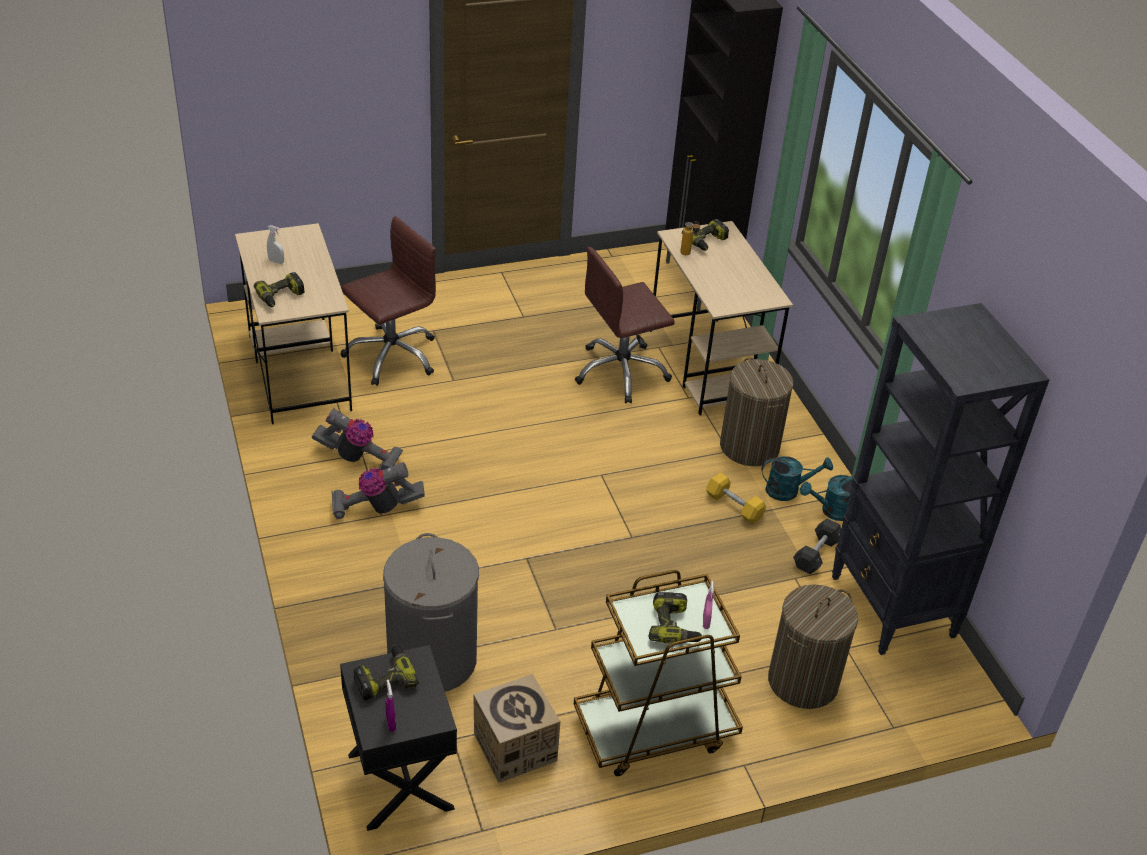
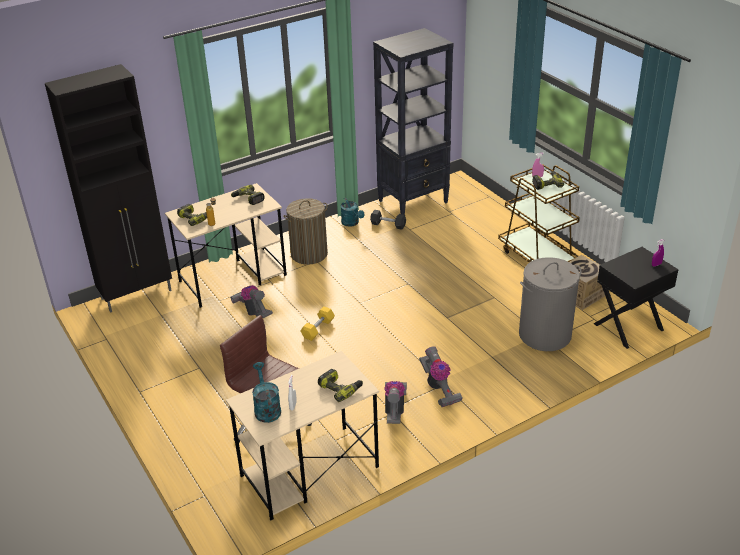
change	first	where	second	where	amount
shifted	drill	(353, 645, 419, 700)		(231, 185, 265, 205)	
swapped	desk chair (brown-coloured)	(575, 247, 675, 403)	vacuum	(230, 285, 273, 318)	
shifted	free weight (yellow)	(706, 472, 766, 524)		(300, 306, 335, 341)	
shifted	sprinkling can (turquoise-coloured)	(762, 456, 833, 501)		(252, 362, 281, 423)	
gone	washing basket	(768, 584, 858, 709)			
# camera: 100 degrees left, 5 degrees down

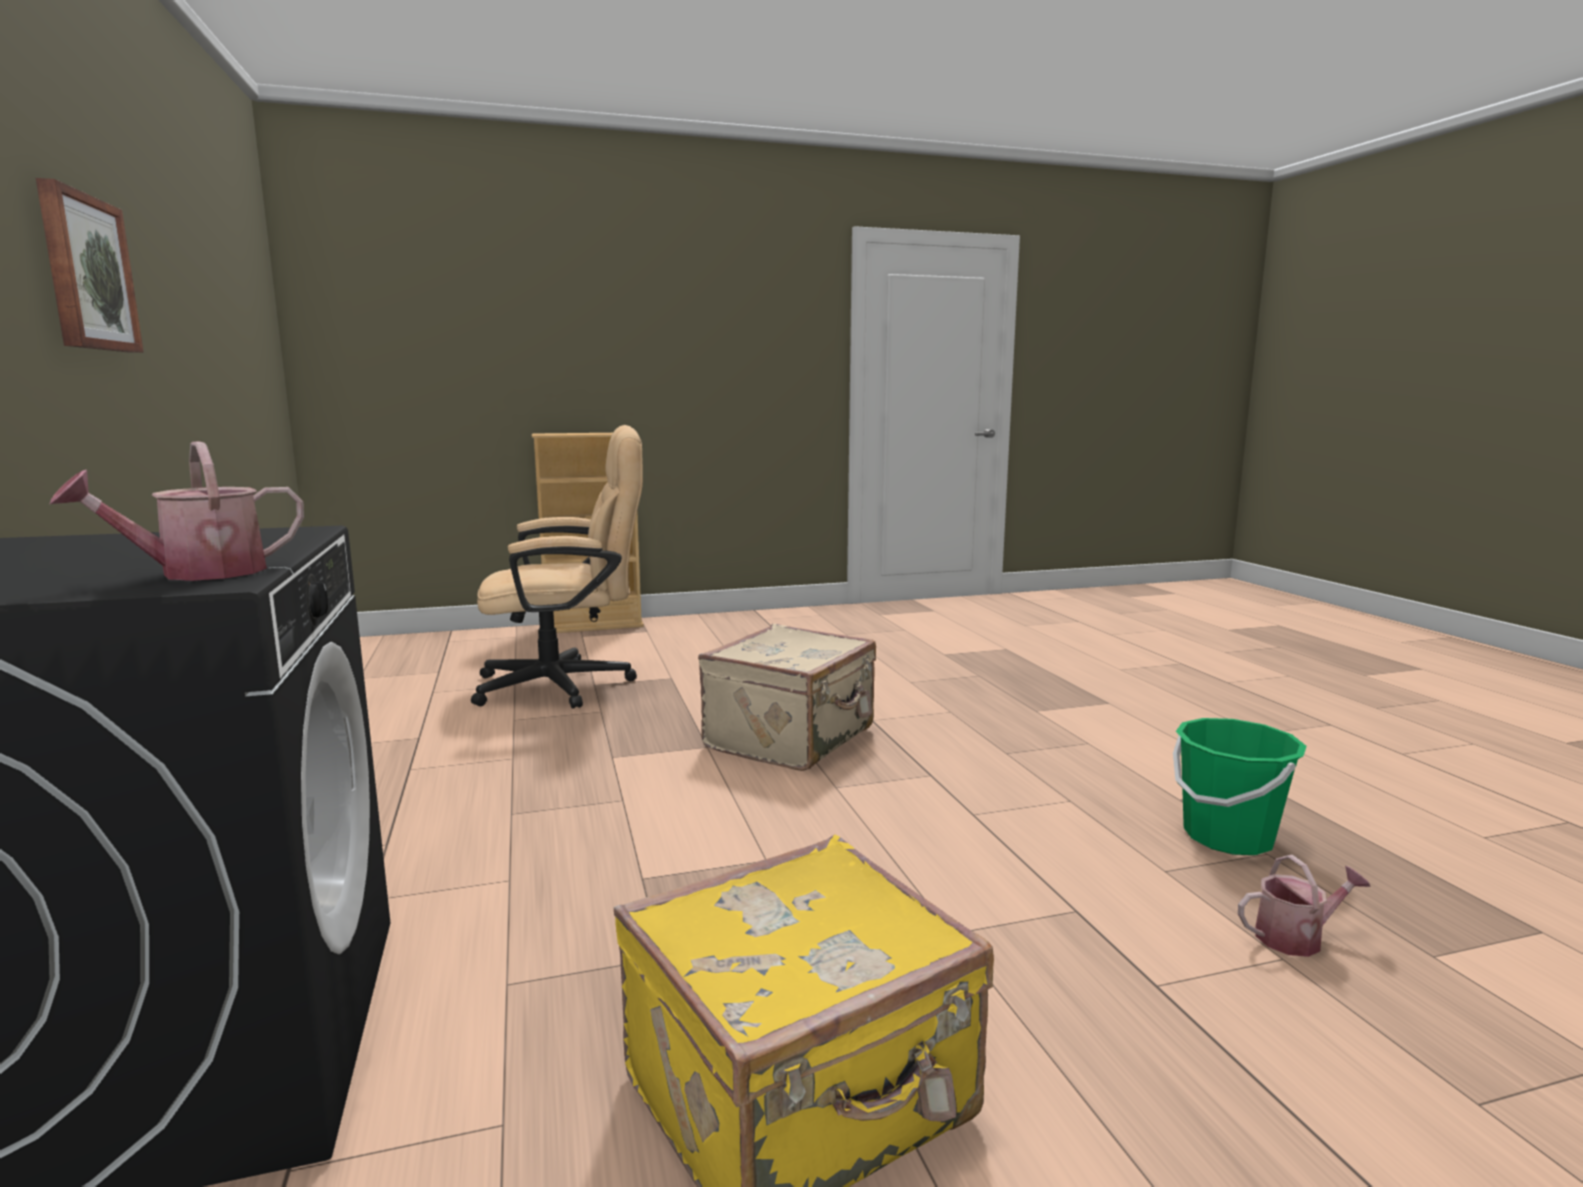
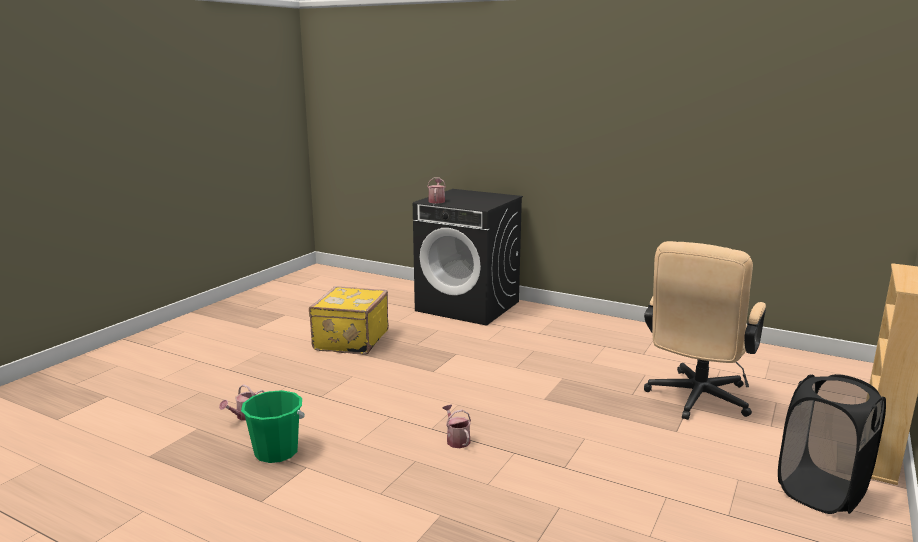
change	first	where	second	where	amount
gone	picture	(36, 178, 144, 353)			
gone	piece of luggage (beige)	(698, 624, 876, 771)			
new			sprinkling can	(442, 405, 471, 448)	
new			washing basket (black-coloured)	(778, 374, 886, 514)	
# camera: 135 degrees right, 5 degrees up

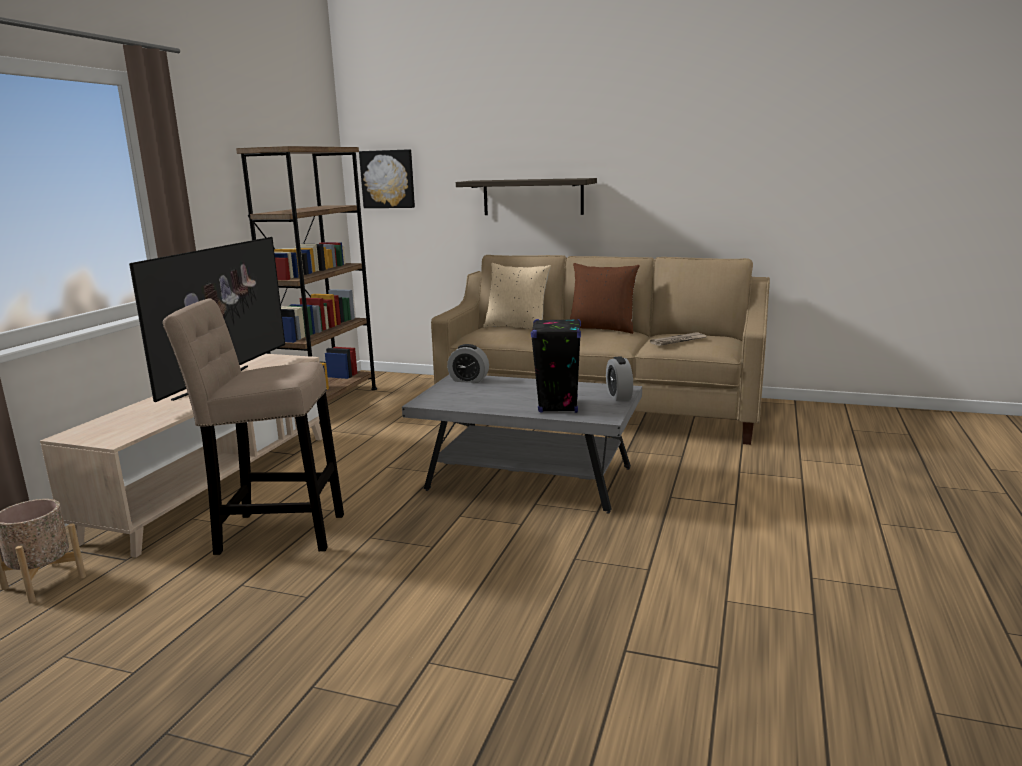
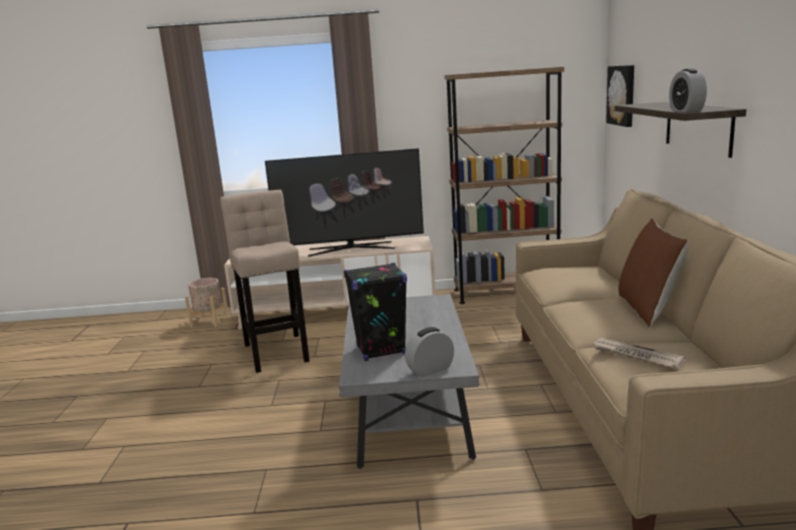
change	first	where	second	where	amount
shifted	bedside clock	(447, 344, 489, 383)		(669, 68, 707, 112)	
gone	cushion (beige)	(483, 263, 551, 329)			
# camera: 70 degrees right, 0 degrees up

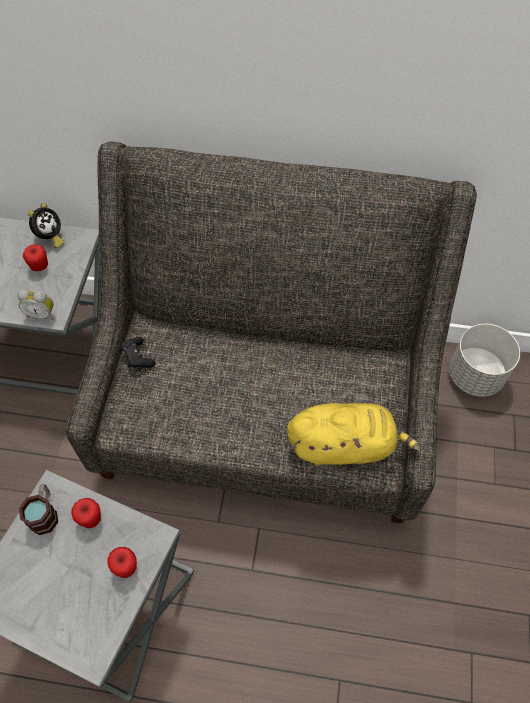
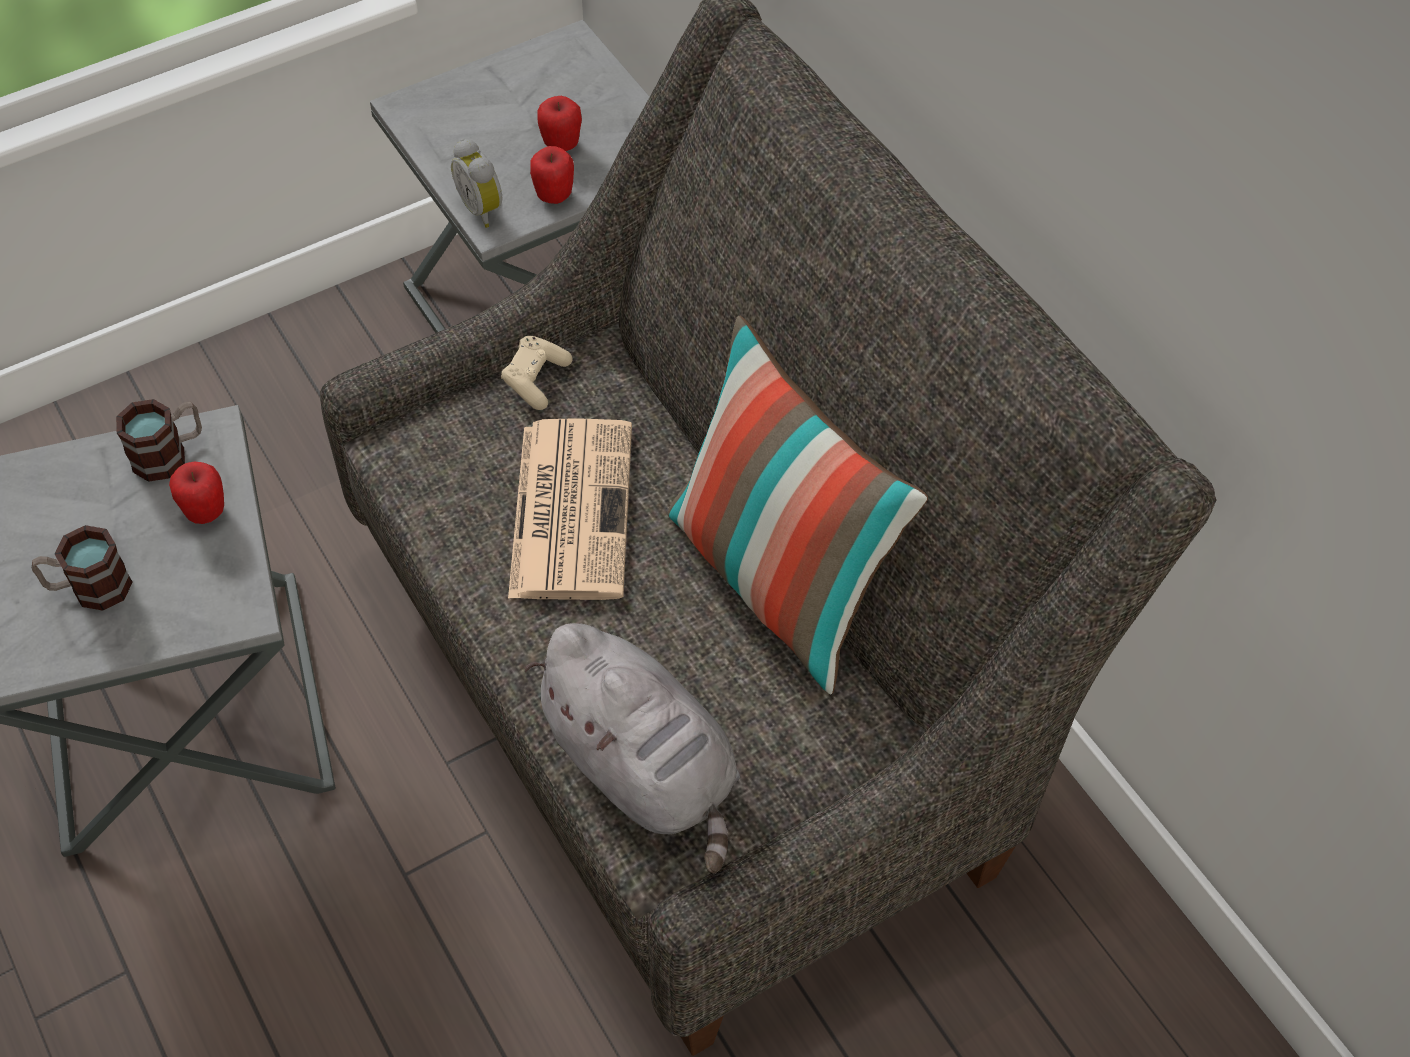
change	first	where	second	where	amount
gone	bedside clock	(28, 203, 65, 248)			
shifted	whole apple	(107, 547, 137, 578)		(530, 146, 574, 204)	
repainted	game controller (black-coloured)	(120, 337, 156, 368)	game controller (beige)	(501, 336, 572, 410)	
repainted	soft toy (yellow)	(287, 403, 421, 466)	soft toy (grey)	(524, 623, 740, 873)	
gone	planter (grey)	(449, 324, 520, 397)			
new			mug	(32, 525, 133, 611)	
new			newspaper	(508, 418, 632, 600)	
new			cushion	(667, 316, 928, 695)	
# camera: 50 degrees right, 5 degrees down

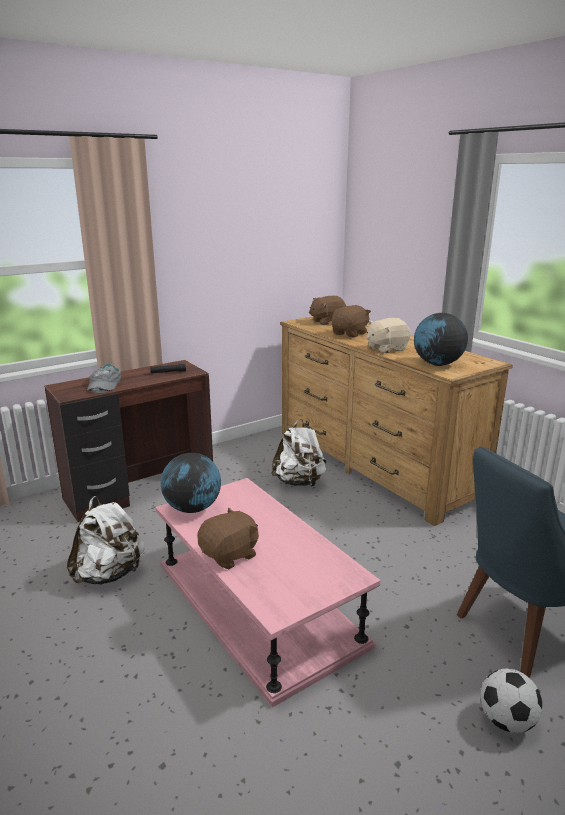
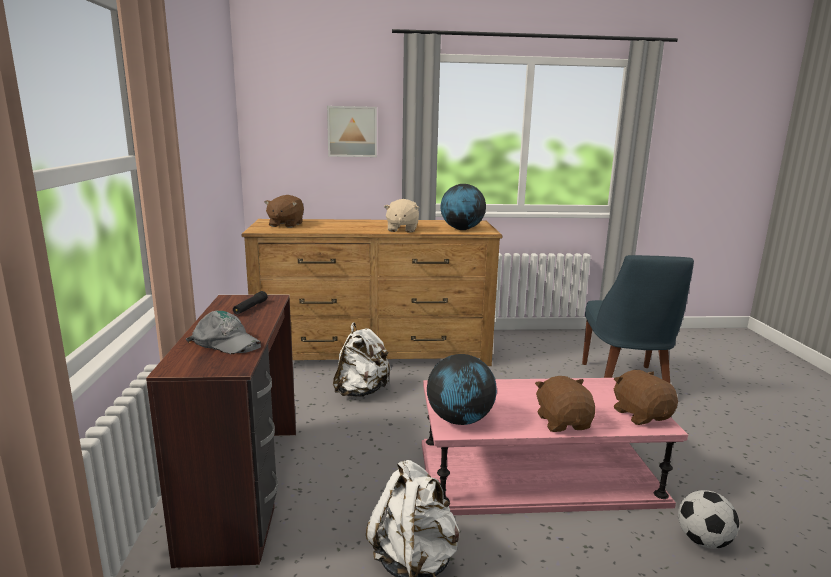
change	first	where	second	where	amount
shifted	soft toy (brown-coloured)	(331, 305, 371, 337)		(614, 370, 678, 425)	
shifted	football	(480, 669, 543, 733)		(678, 490, 739, 549)	
new			picture	(327, 106, 377, 157)	
# camera: 60 degrees left, 5 degrees down

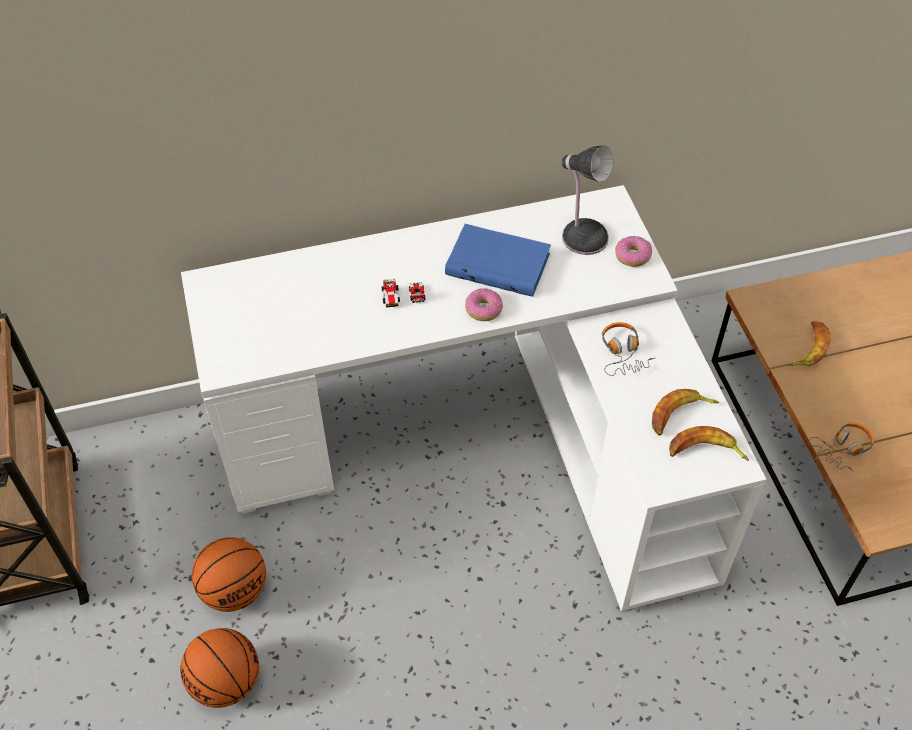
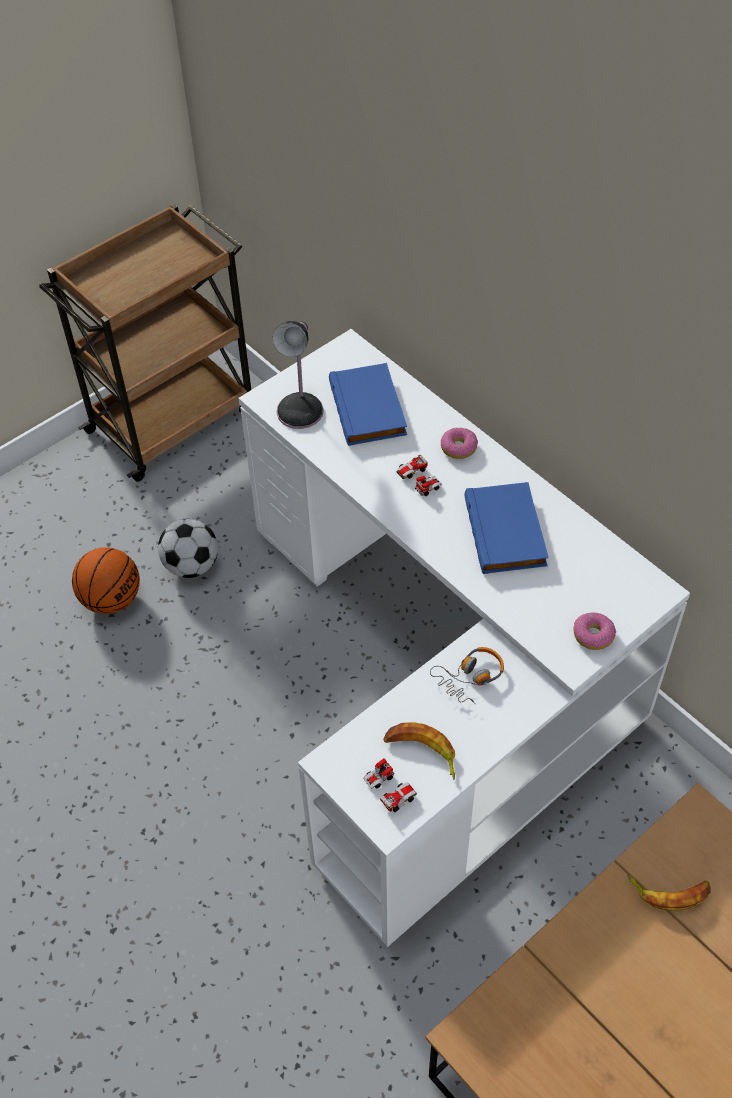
change	first	where	second	where	amount
swapped	basketball	(192, 537, 266, 612)	football	(158, 518, 218, 578)	
shifted	doughnut	(465, 288, 503, 321)		(441, 428, 478, 459)	
shifted	lamp for a table	(561, 146, 613, 255)		(272, 321, 324, 429)	
swapped	banana fruit	(669, 426, 749, 461)	model car	(363, 758, 417, 812)	
gone	headphones	(809, 422, 874, 471)			
new			book (blue)	(329, 363, 407, 446)	
# camera: 65 degrees right, 0 degrees up

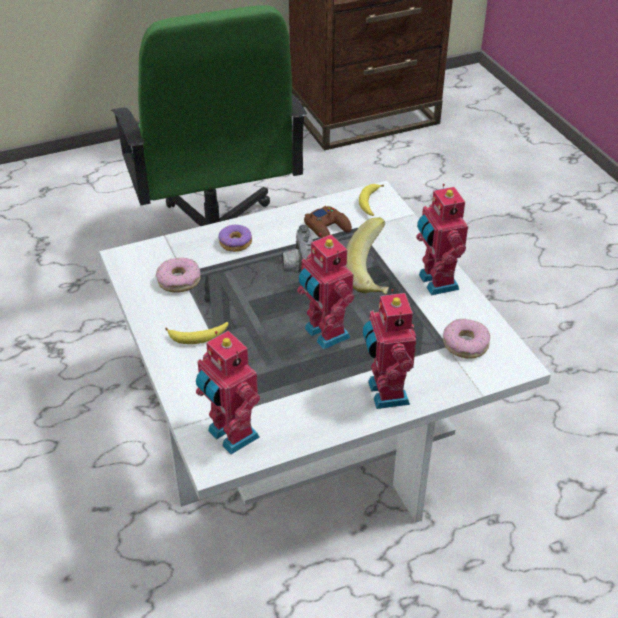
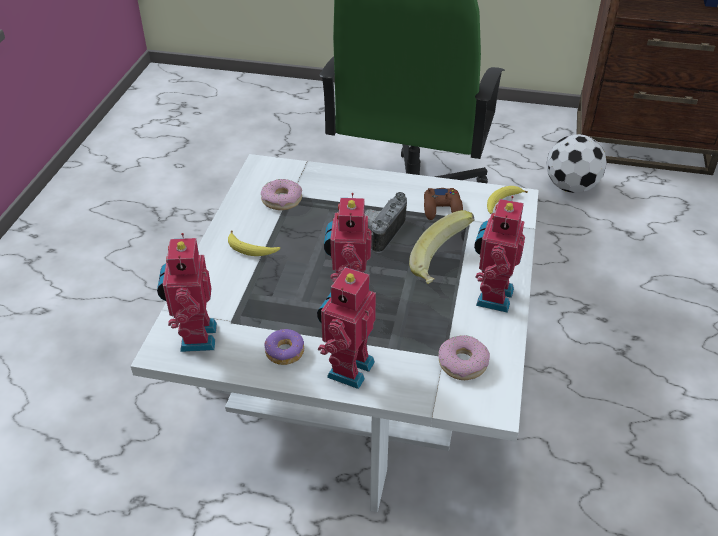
change	first	where	second	where	amount
shifted	doughnut	(218, 225, 252, 252)		(264, 329, 304, 365)	
new			football	(546, 134, 607, 193)	
# camera: 35 degrees right, 0 degrees up

